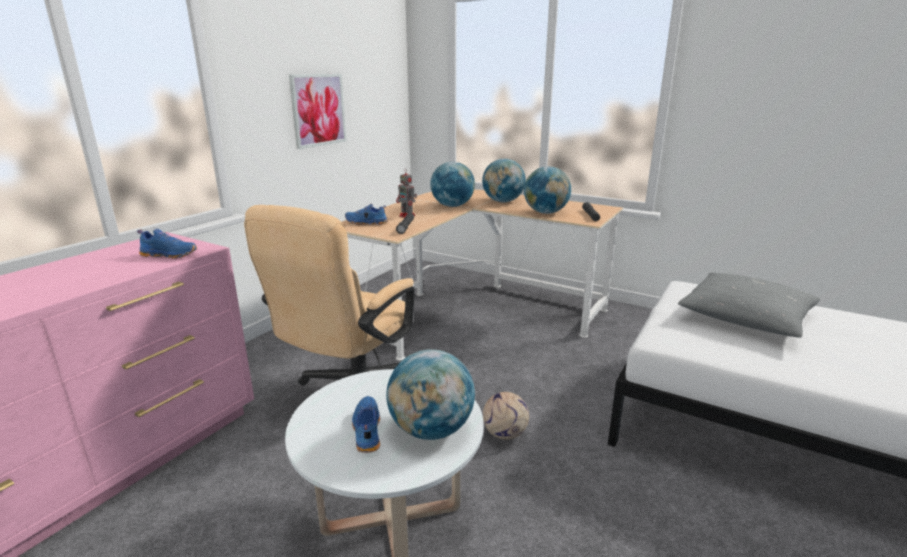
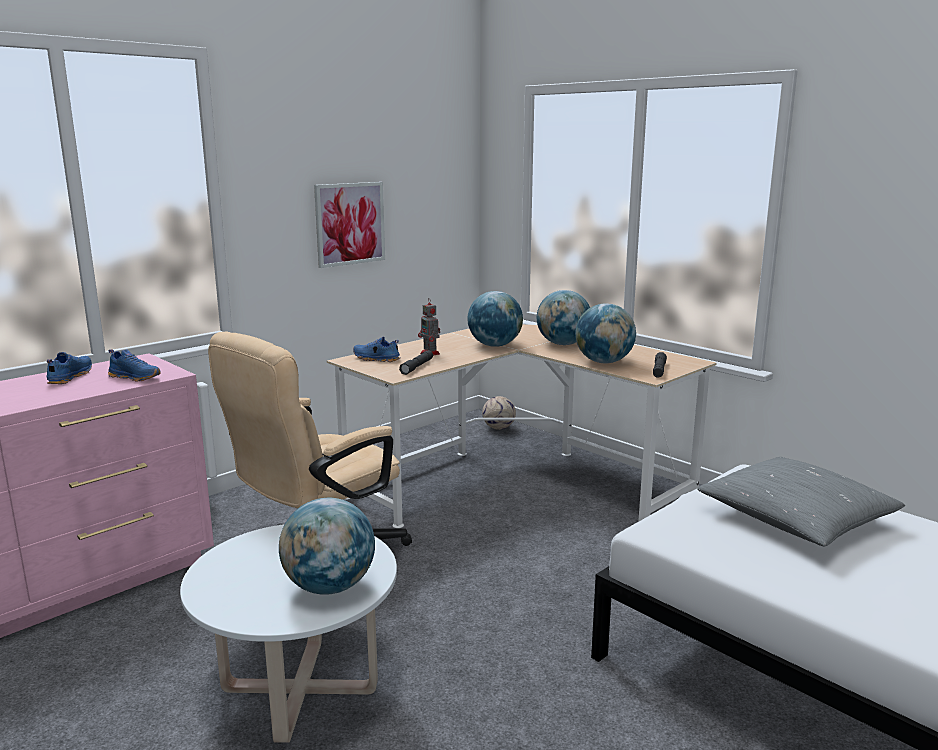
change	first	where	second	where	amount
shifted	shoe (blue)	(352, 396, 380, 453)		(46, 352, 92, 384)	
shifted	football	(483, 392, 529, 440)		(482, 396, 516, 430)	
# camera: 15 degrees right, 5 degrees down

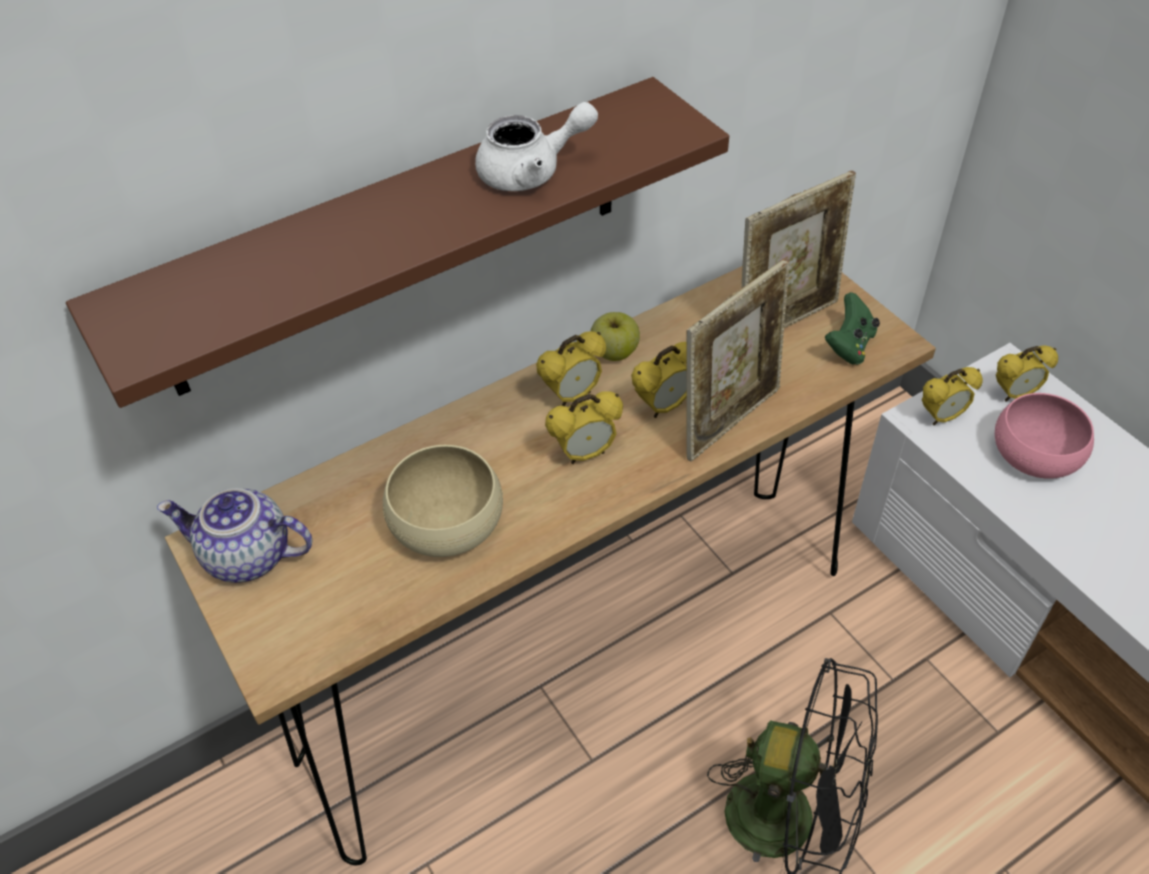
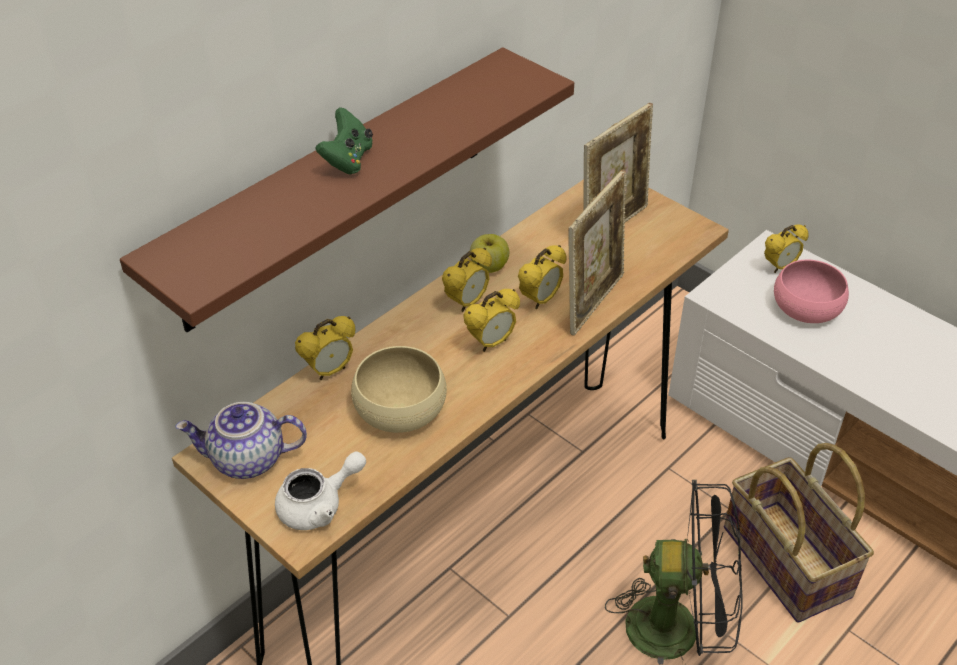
change	first	where	second	where	amount
shifted	teapot (white)	(475, 102, 598, 191)		(275, 452, 366, 530)	
shifted	game controller (green)	(825, 292, 880, 365)		(315, 107, 373, 175)	
shifted	bedside clock	(922, 367, 983, 425)		(295, 316, 355, 380)	
new			household basket	(724, 443, 874, 623)	
# camera: 15 degrees left, 5 degrees down

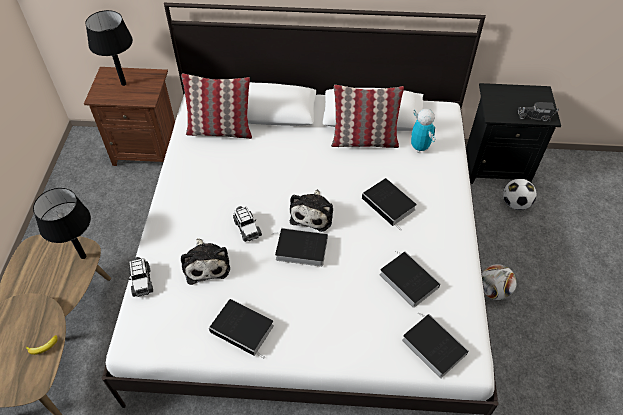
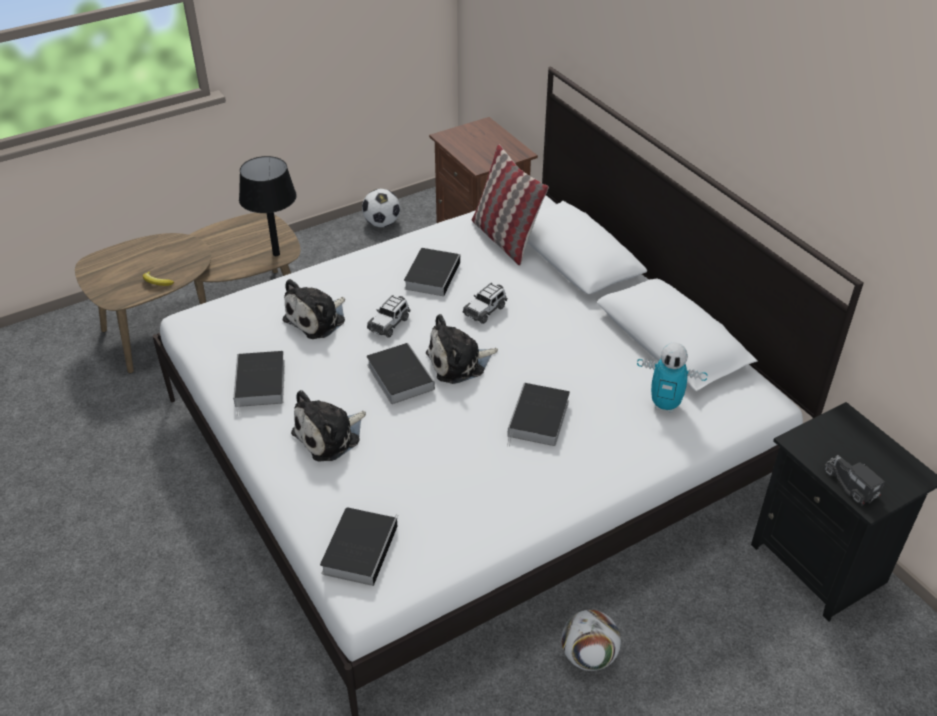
change	first	where	second	where	amount
gone	lamp for a table (black-coloured)	(85, 10, 133, 86)			
shifted	model car	(129, 257, 153, 297)		(463, 283, 507, 324)	
gone	cushion	(331, 85, 404, 148)			
shifted	book	(380, 251, 441, 308)		(404, 248, 461, 296)	
rotated	toy robot	(411, 109, 435, 153)		(637, 342, 708, 413)	75 degrees clockwise
shifted	football	(503, 178, 537, 210)		(362, 189, 400, 227)	
new			soft toy	(291, 390, 366, 461)	
# camera: 55 degrees right, 10 degrees down

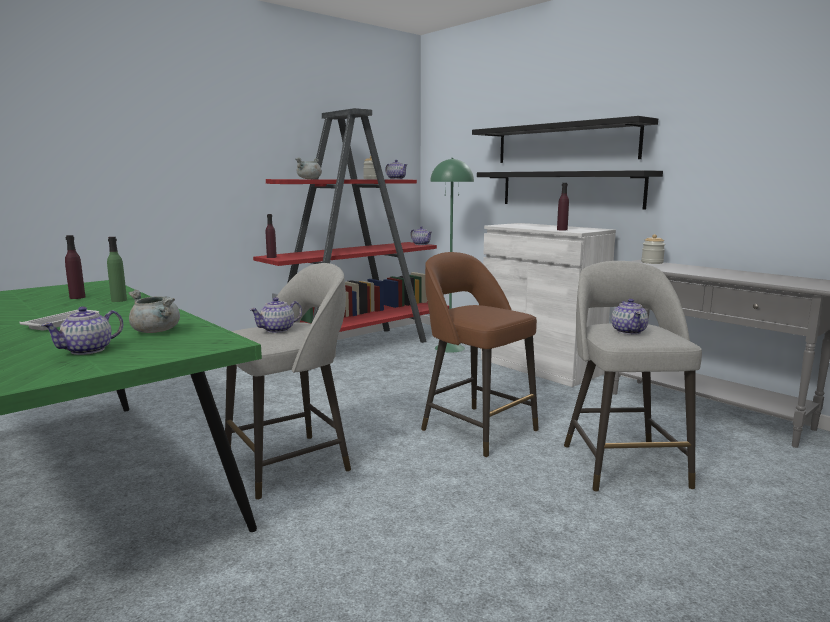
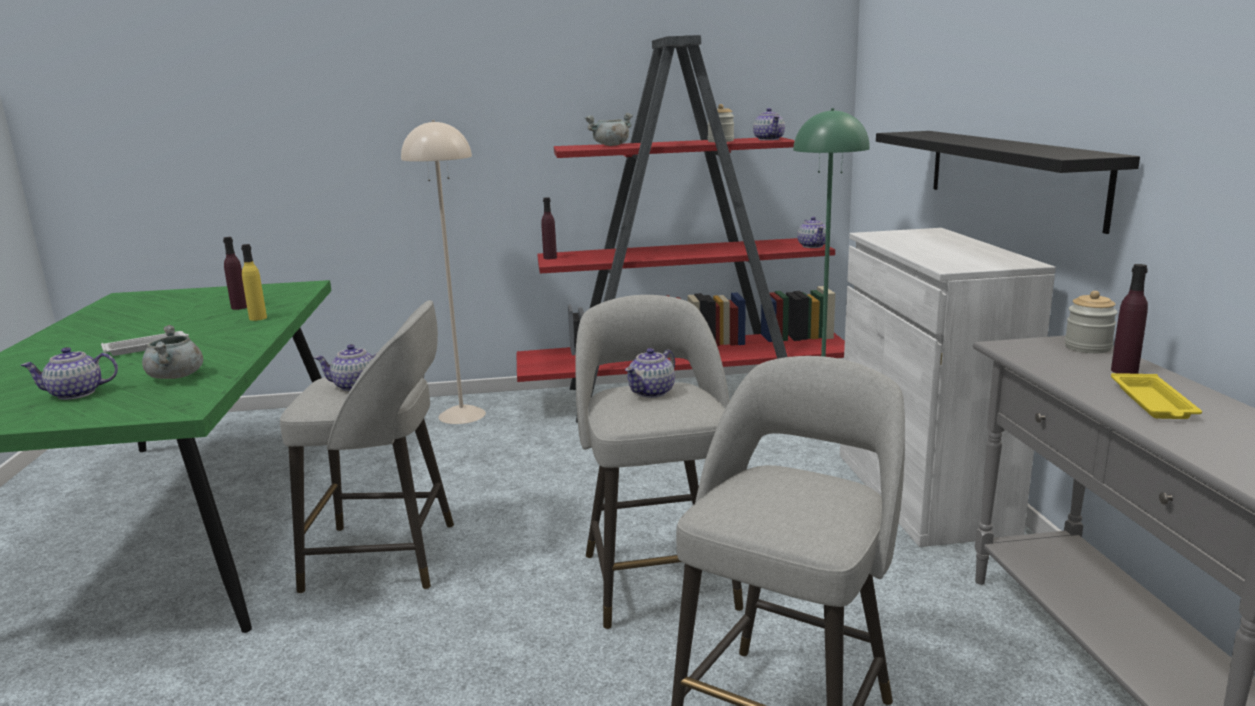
change	first	where	second	where	amount
repainted	beverage bottle (green)	(107, 237, 127, 302)	beverage bottle (yellow)	(241, 244, 267, 321)	
repainted	stool (brown-coloured)	(421, 252, 539, 457)	stool (grey)	(575, 295, 743, 629)	
gone	wall shelf (black-coloured)	(472, 116, 658, 163)			
shifted	beverage bottle (purple-coloured)	(557, 183, 569, 231)		(1111, 264, 1148, 374)	
shifted	teapot	(611, 299, 648, 335)		(625, 348, 675, 398)	
new			floor lamp (beige)	(401, 120, 486, 424)	
new			tray (yellow)	(1111, 373, 1202, 419)	
# camera: 35 degrees right, 5 degrees up

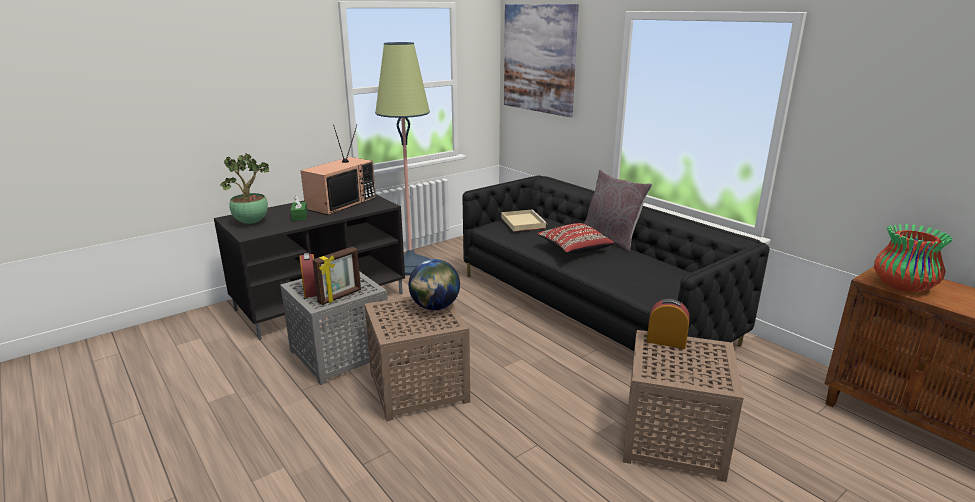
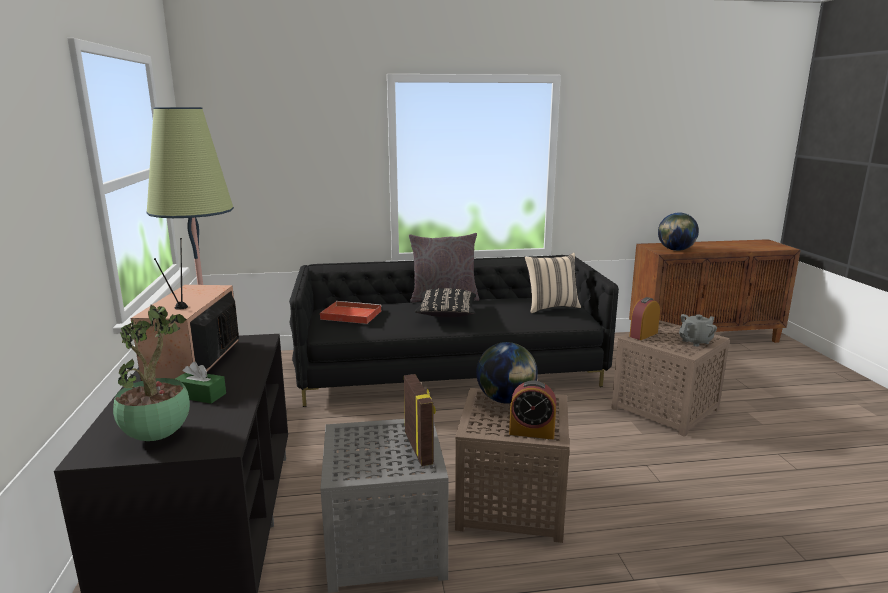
change	first	where	second	where	amount
shifted	bedside clock	(299, 253, 317, 298)		(509, 381, 556, 439)	
rotated	TV set	(301, 124, 376, 215)		(131, 238, 239, 381)	150 degrees counterclockwise
repainted	tray (beige)	(501, 209, 547, 231)	tray (red-coloured)	(320, 301, 382, 324)	
gone	picture	(504, 4, 579, 117)			
repainted	cushion (red-coloured)	(537, 223, 614, 253)	cushion (black-coloured)	(415, 288, 476, 317)	
swapped	decorative vase	(874, 224, 953, 292)	desk globe	(658, 213, 699, 251)	
new			cushion (beige)	(524, 253, 581, 313)	
new			teapot (grey)	(679, 314, 717, 346)	
# camera: 60 degrees left, 5 degrees down

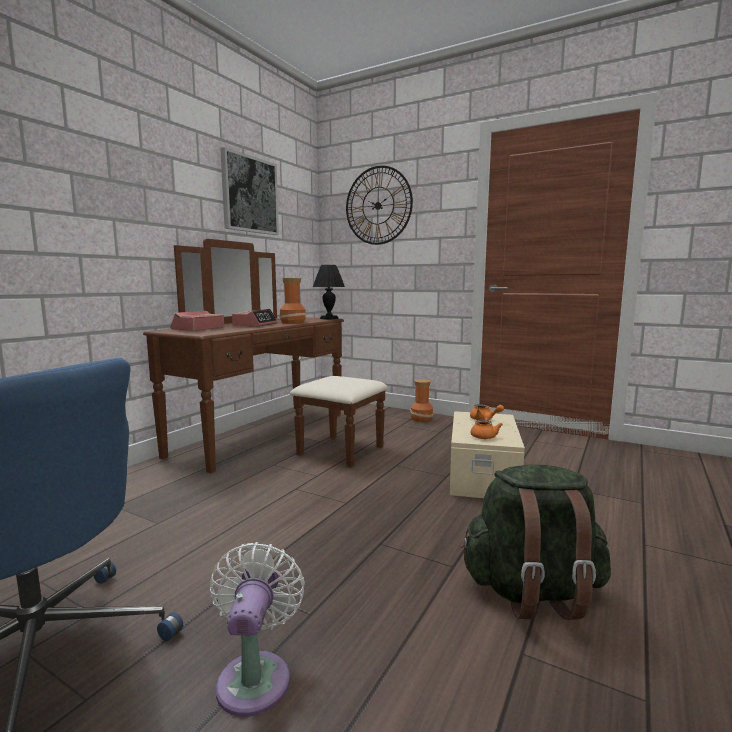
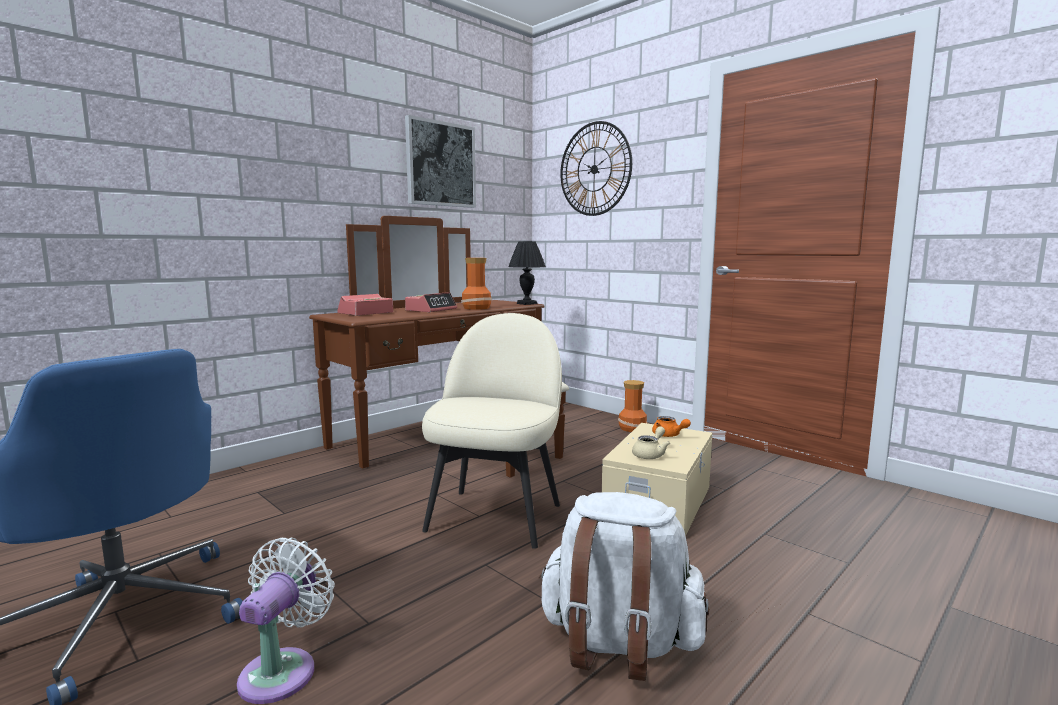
change	first	where	second	where	amount
repainted	backpack (green)	(460, 465, 611, 620)	backpack (white)	(539, 492, 709, 681)	
repainted	teapot (orangey)	(471, 412, 503, 439)	teapot (beige)	(632, 426, 670, 459)	
new			plain chair (beige)	(422, 313, 562, 549)	
# camera: 15 degrees right, 0 degrees up

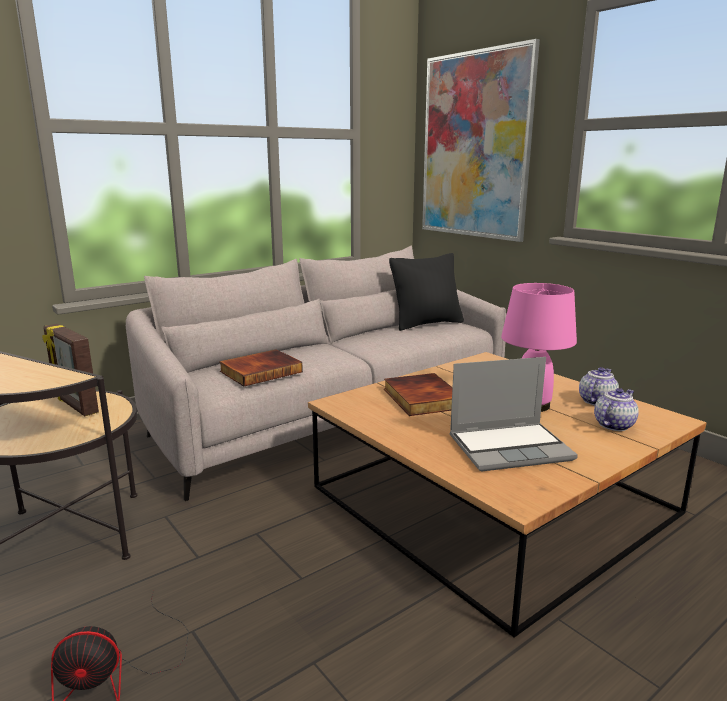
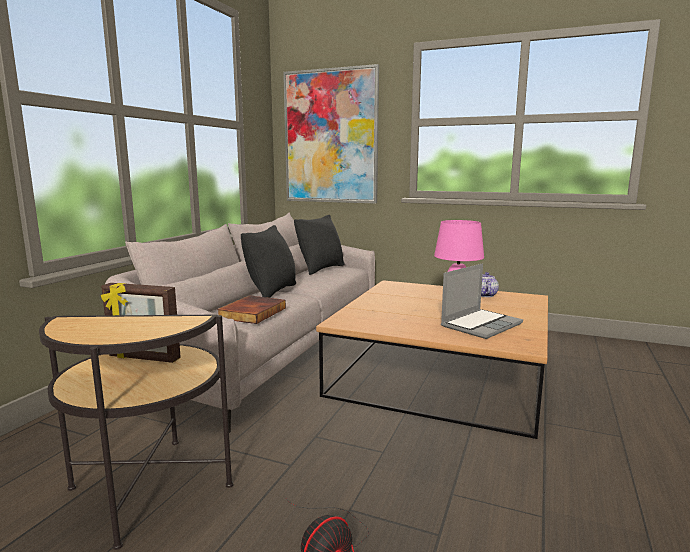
change	first	where	second	where	amount
gone	book	(384, 373, 452, 416)			
gone	teapot	(594, 388, 639, 431)			
new			cushion (black-coloured)	(241, 225, 296, 298)	
# camera: 30 degrees left, 5 degrees down

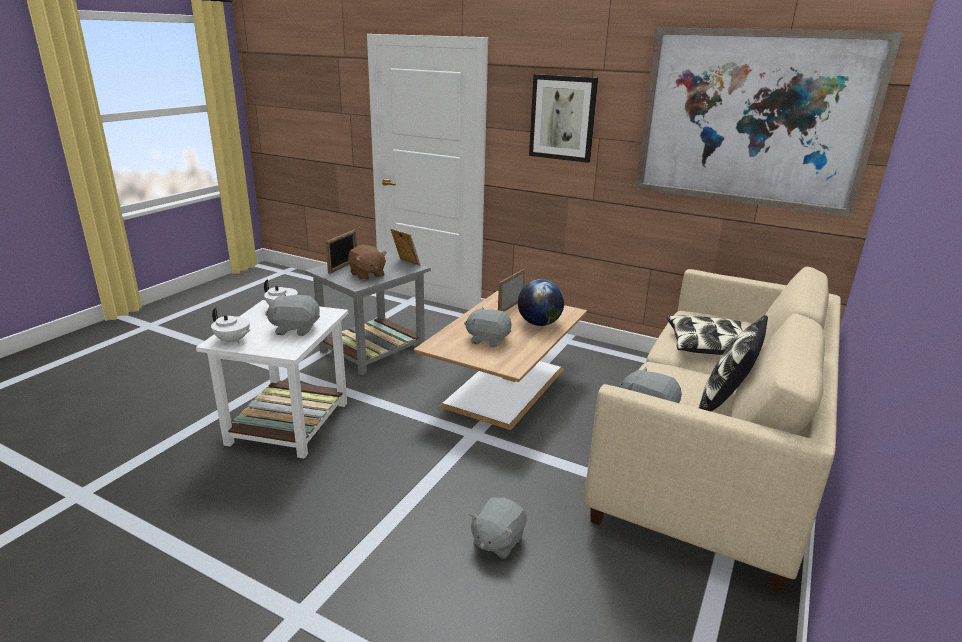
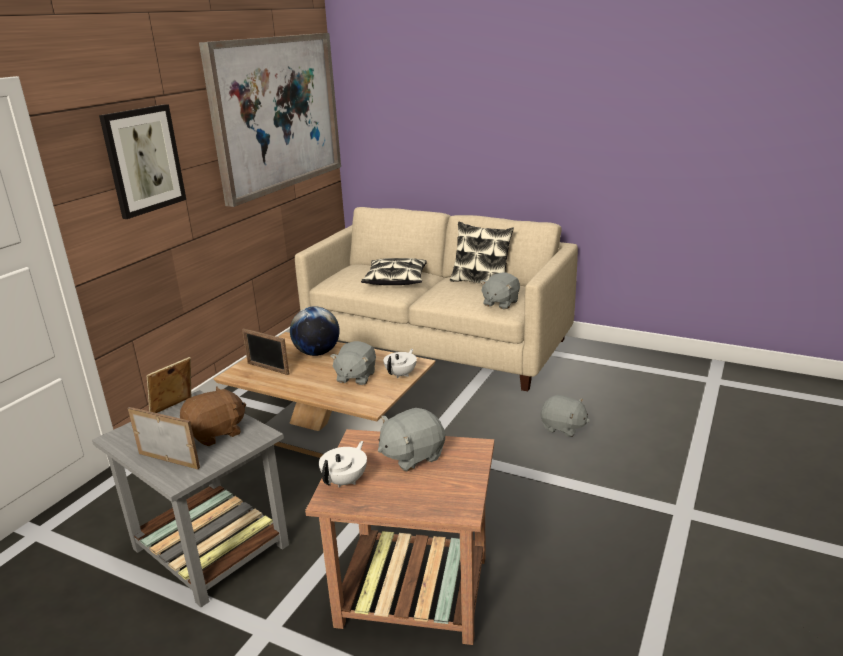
change	first	where	second	where	amount
repainted	accent table (white)	(196, 300, 348, 459)	accent table (brown-coloured)	(305, 429, 494, 645)	
shifted	teapot (white)	(211, 308, 250, 344)		(383, 349, 417, 378)	
rotated	soft toy (grey)	(265, 293, 320, 336)		(378, 408, 445, 472)	60 degrees clockwise
# camera: 90 degrees left, 0 degrees up

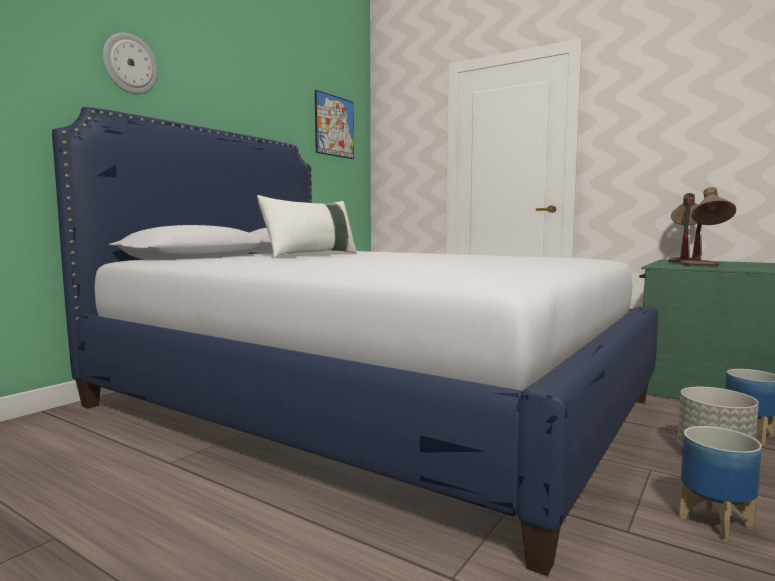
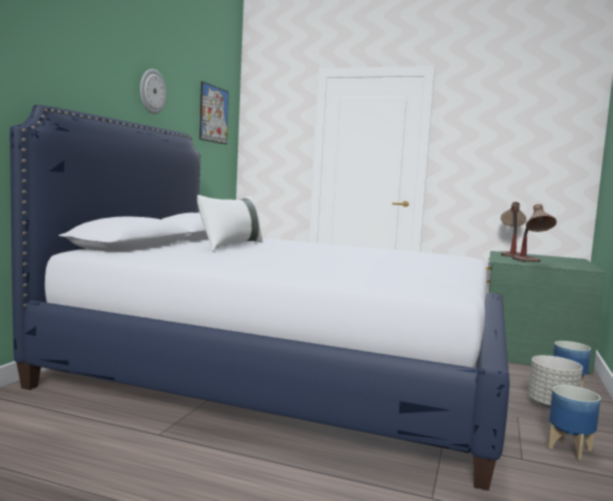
change	first	where	second	where	amount
shifted	hanging clock	(103, 32, 158, 95)		(140, 69, 167, 114)	
# camera: 15 degrees left, 0 degrees up

